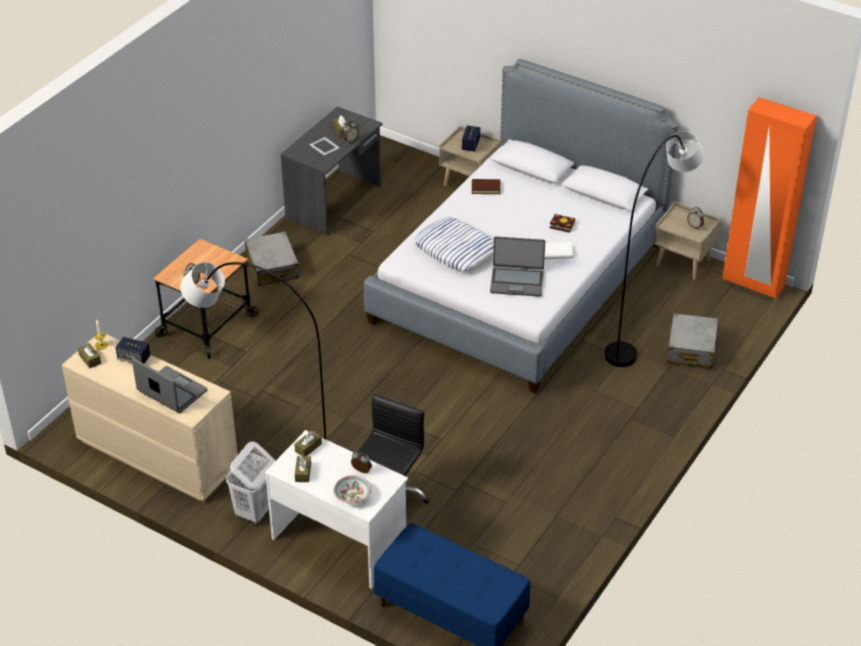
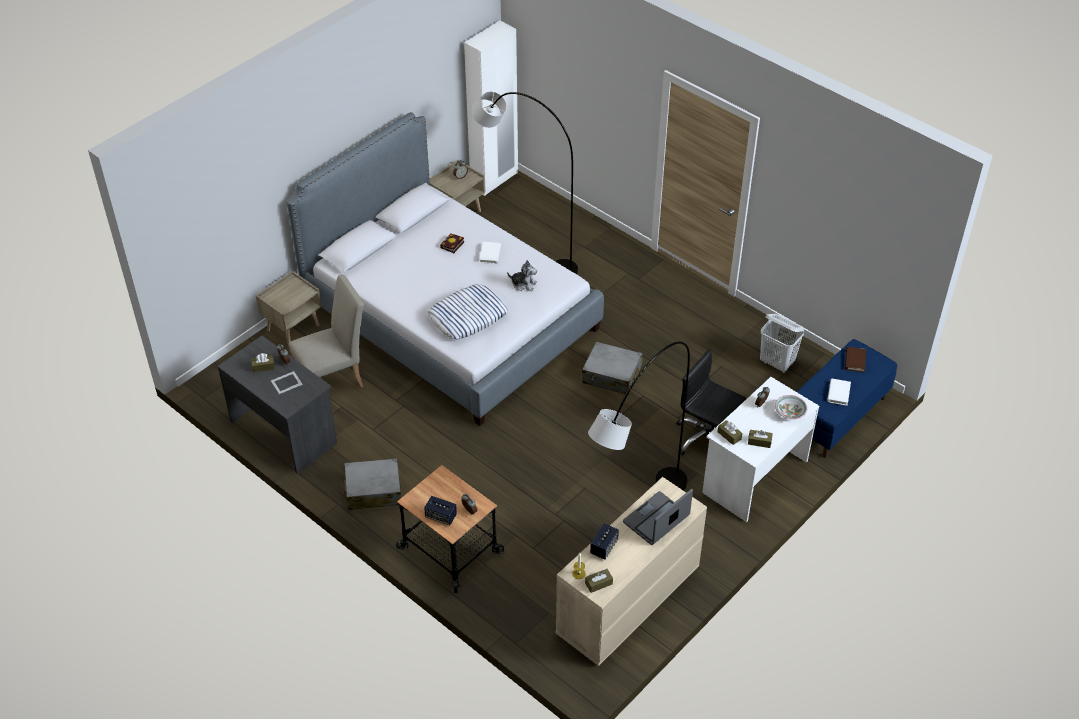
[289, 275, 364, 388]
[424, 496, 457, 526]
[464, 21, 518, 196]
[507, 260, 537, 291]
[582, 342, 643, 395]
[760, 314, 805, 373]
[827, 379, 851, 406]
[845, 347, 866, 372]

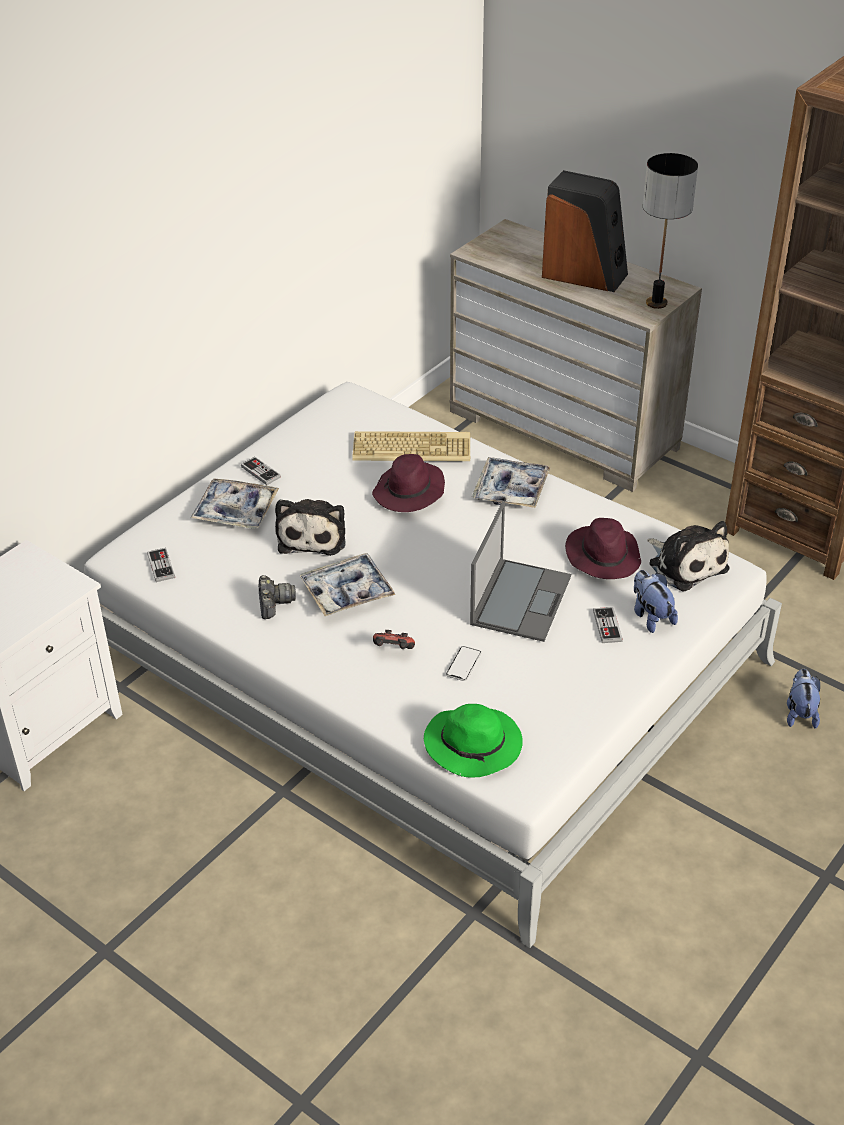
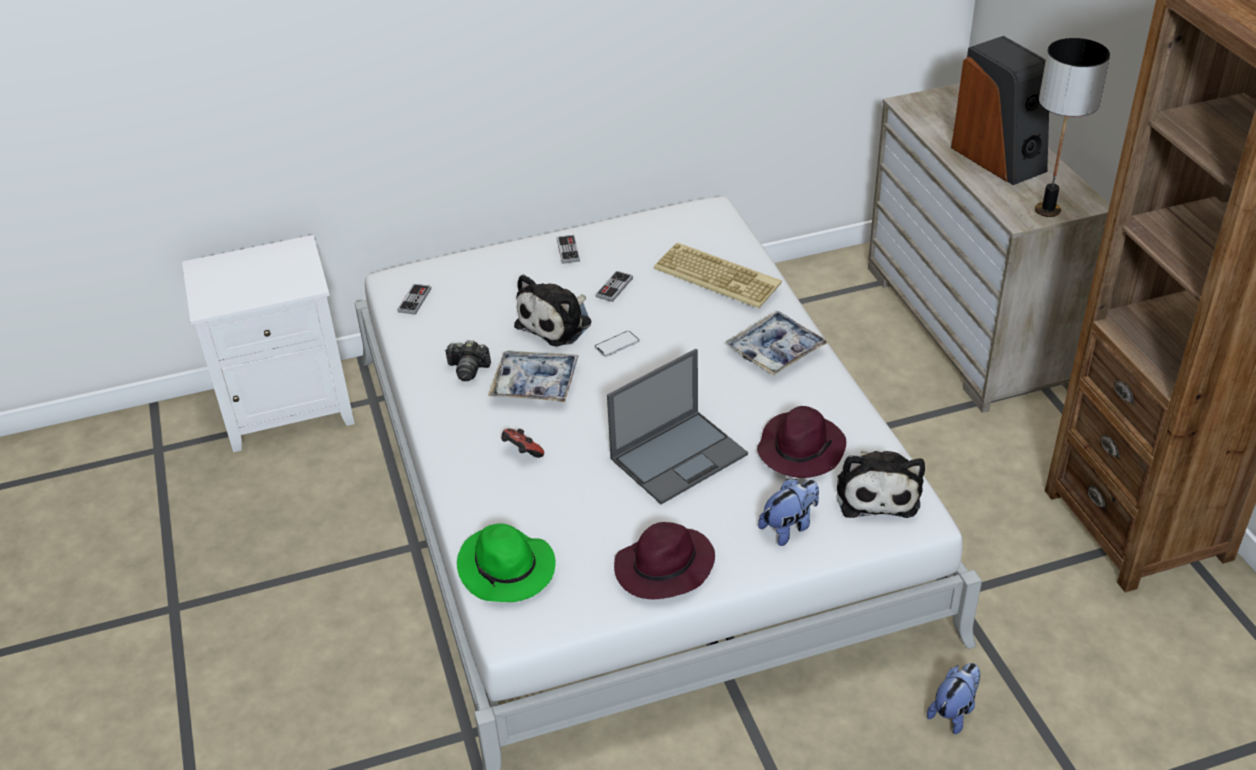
[445, 340, 491, 381]
[594, 331, 640, 357]
[596, 271, 633, 302]
[614, 522, 715, 600]
[758, 479, 819, 546]
[191, 478, 279, 529] (first image)

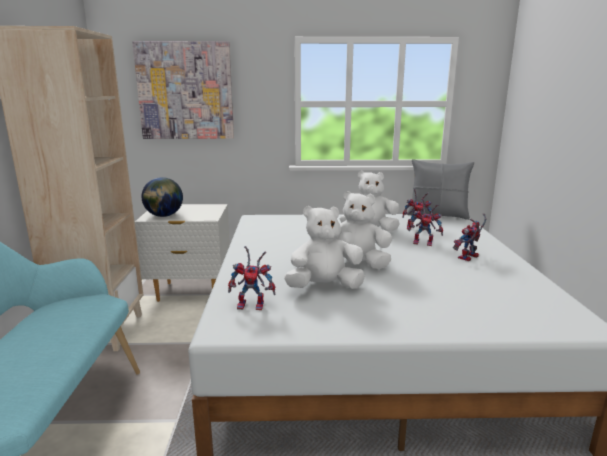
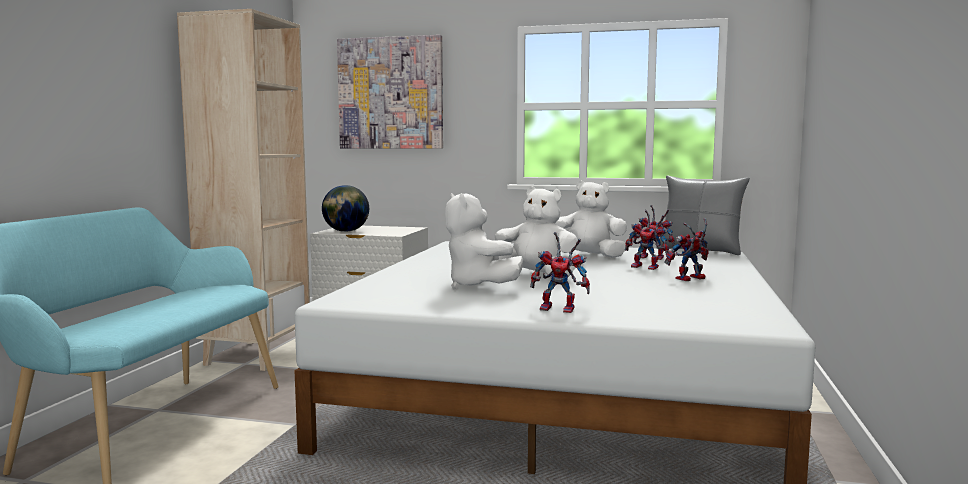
[445, 193, 523, 290]
[530, 232, 590, 313]

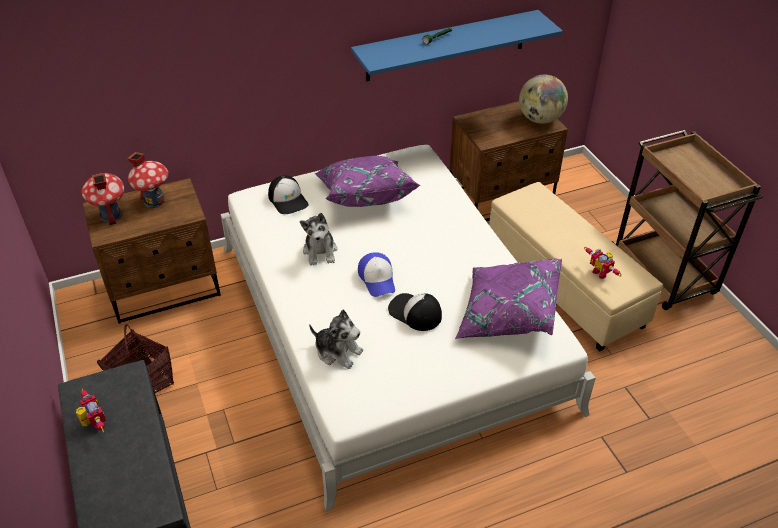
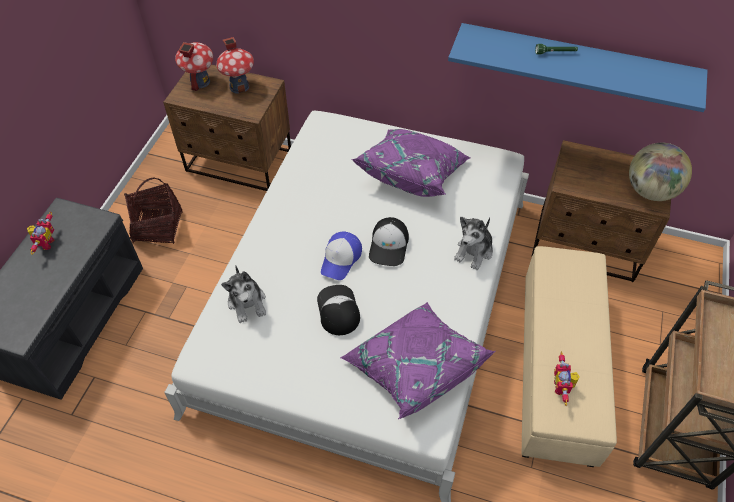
[369, 217, 409, 266]
[454, 217, 493, 270]

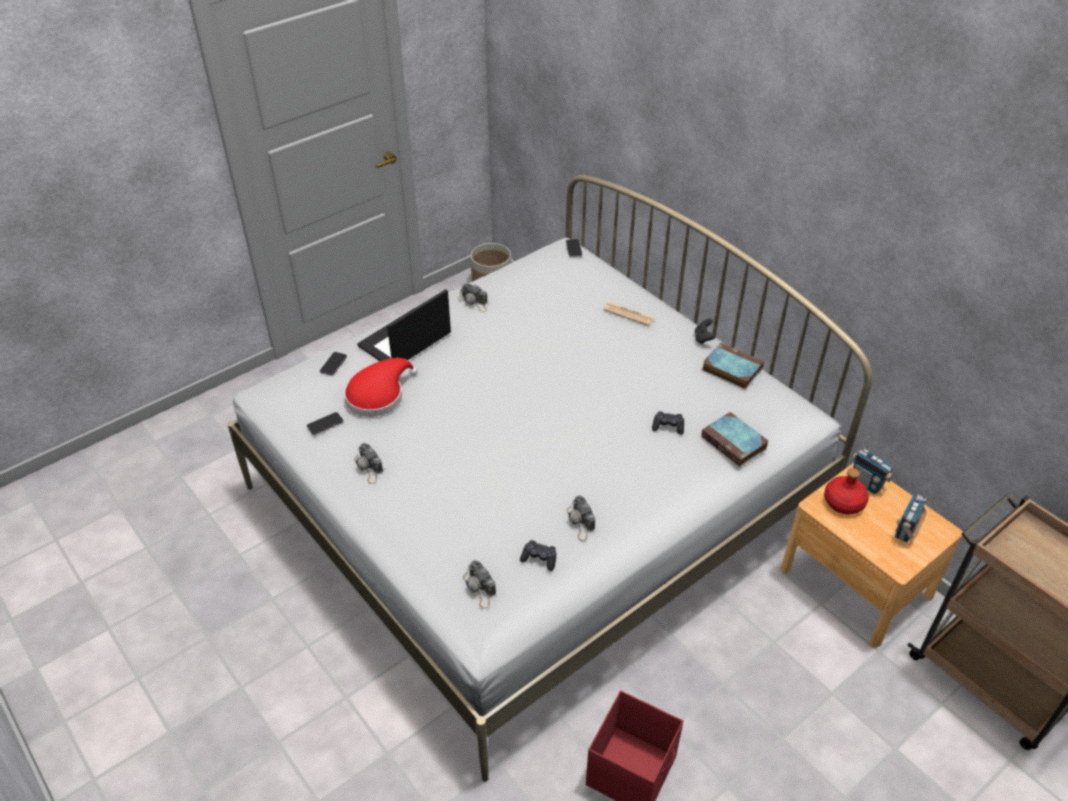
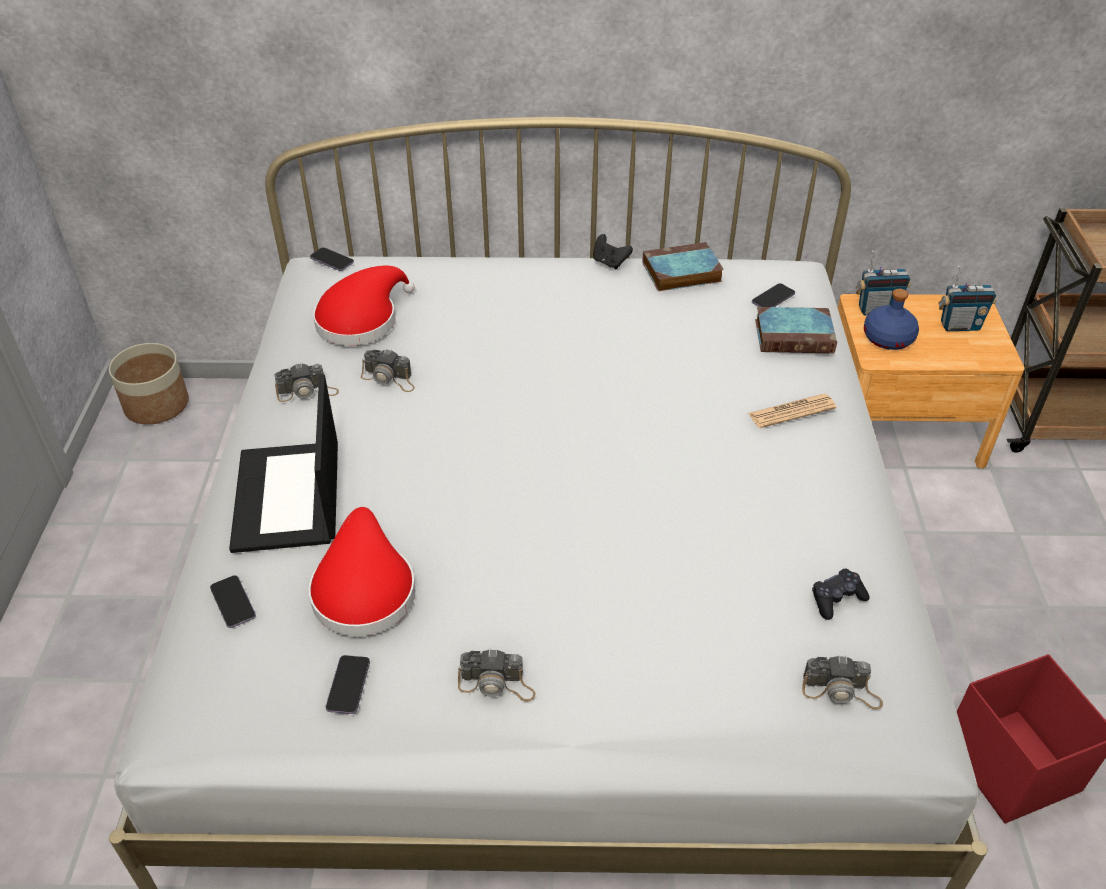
[313, 265, 415, 346]
[361, 350, 415, 392]
[748, 394, 836, 428]
[752, 283, 795, 307]
[864, 289, 919, 350]
[938, 266, 996, 331]
[652, 411, 684, 435] (first image)

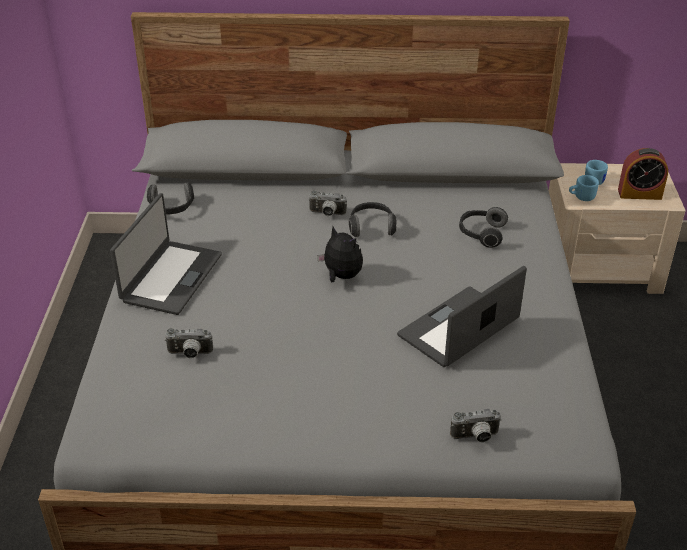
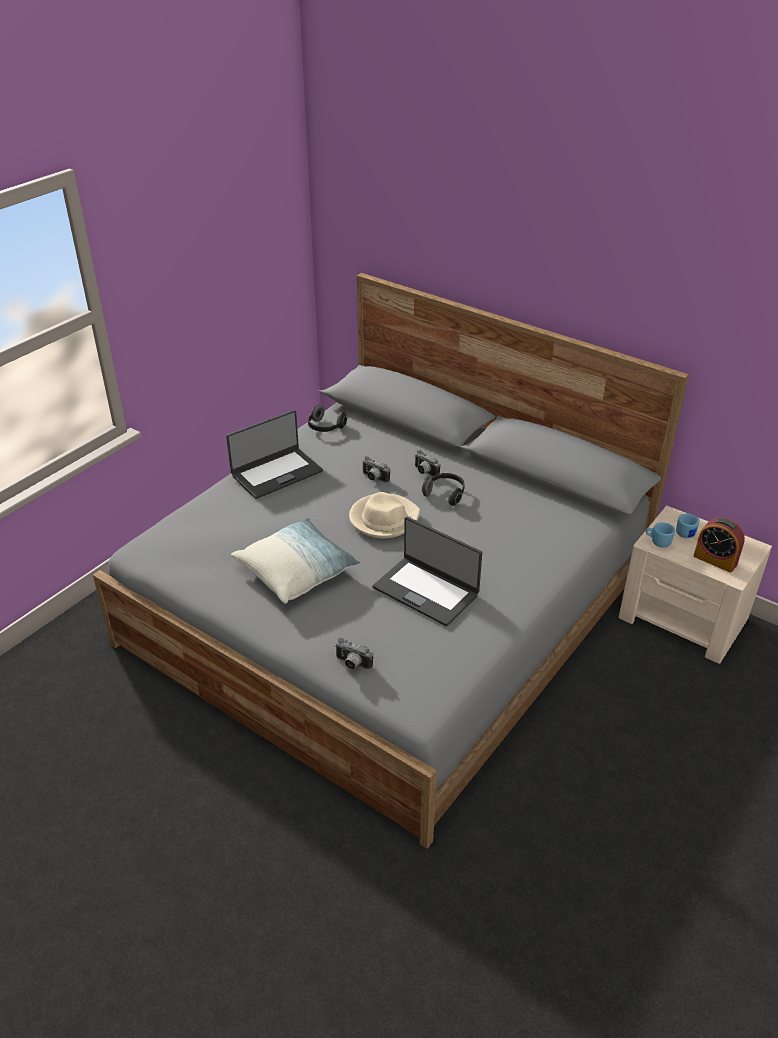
[231, 518, 360, 604]
[349, 492, 420, 538]
[362, 456, 390, 483]
[373, 517, 482, 626]
[459, 207, 508, 248] (first image)

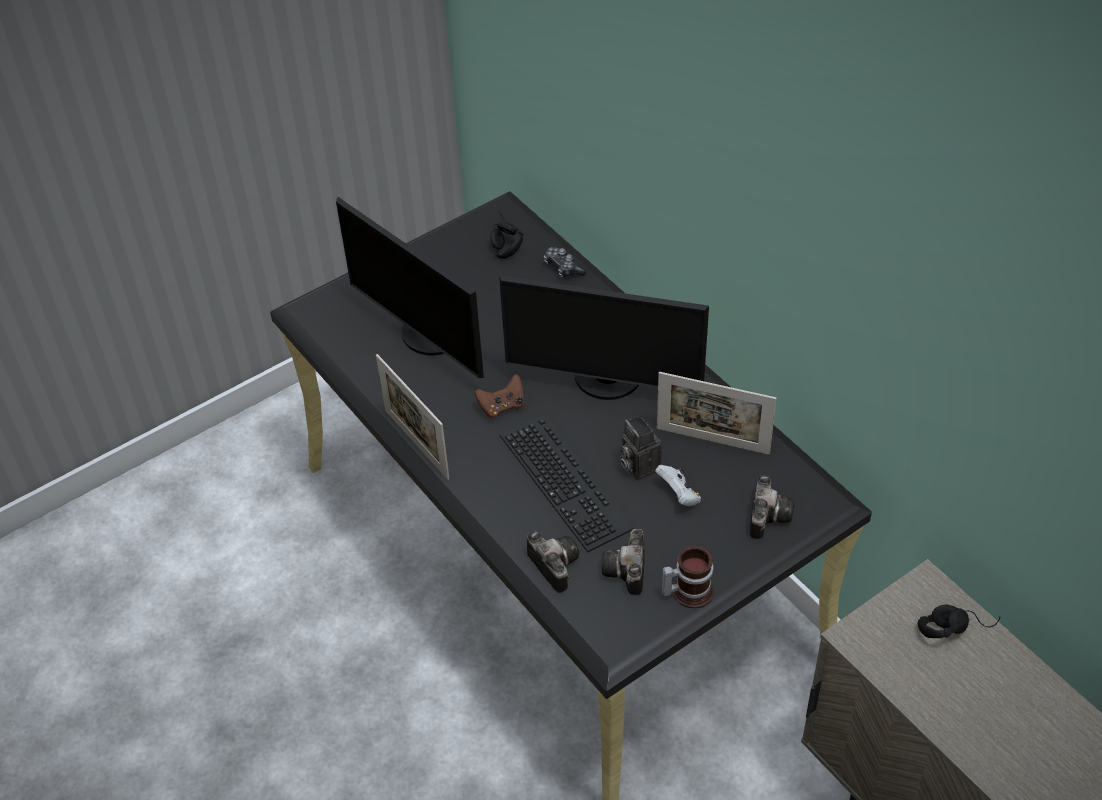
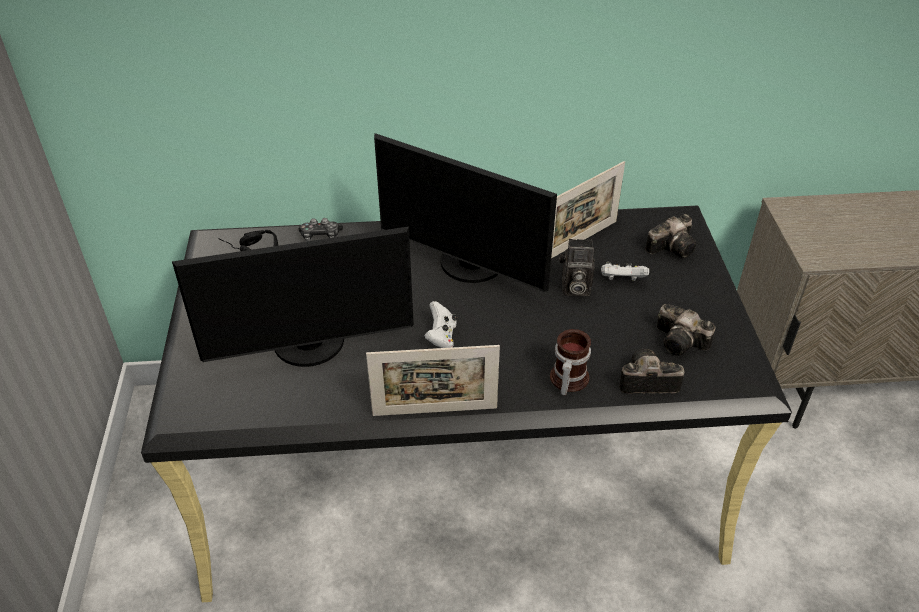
[374, 133, 557, 292]
[424, 301, 457, 348]
[550, 329, 591, 395]
[645, 214, 696, 258]
[500, 414, 634, 552] (first image)
[917, 605, 1001, 638] (first image)

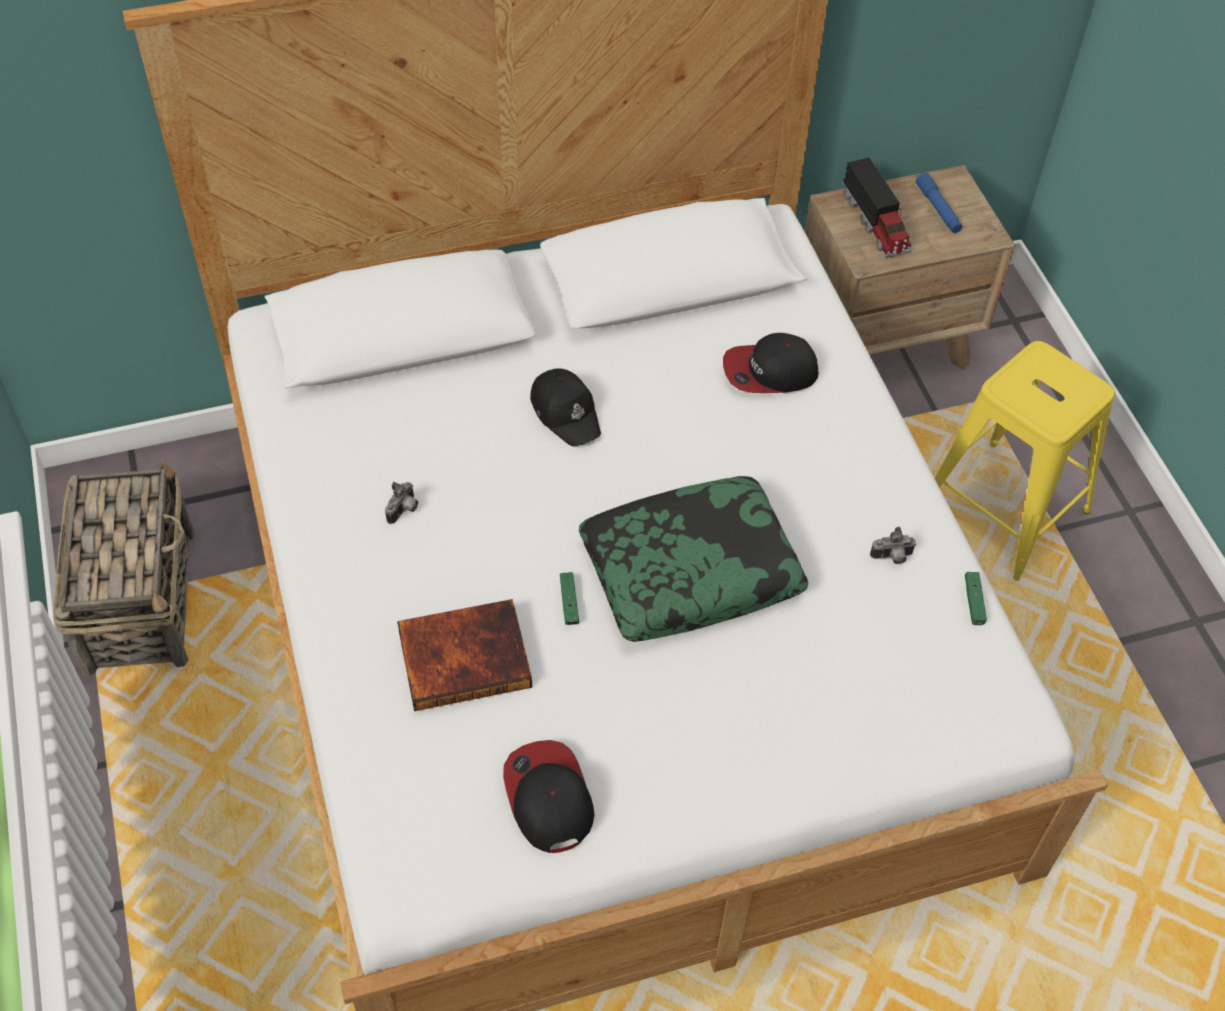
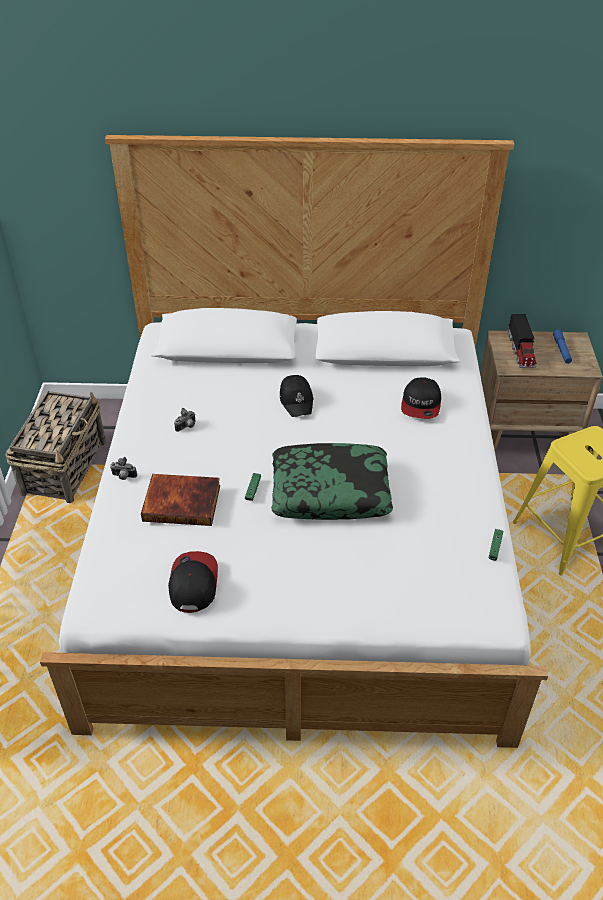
[110, 457, 137, 480]
[401, 377, 441, 419]

